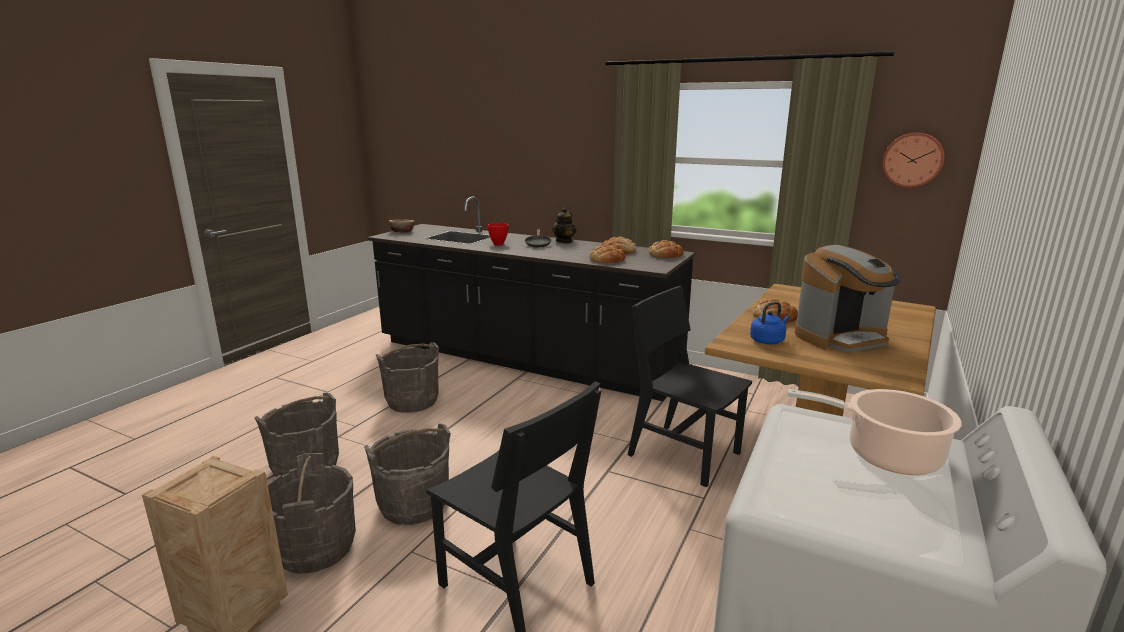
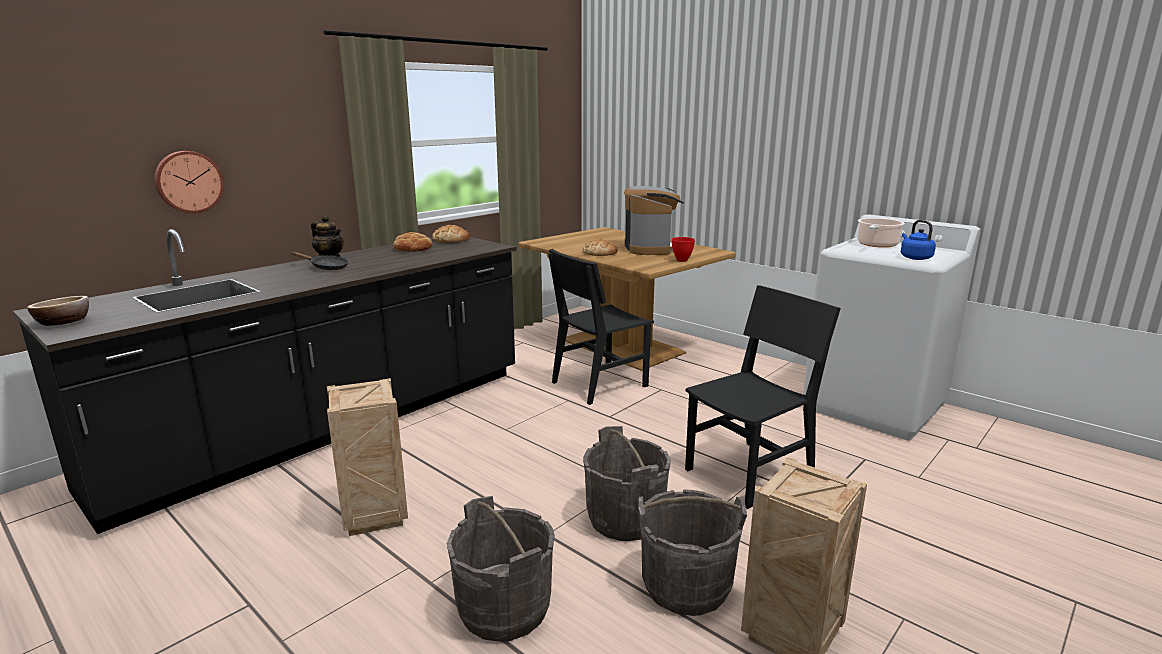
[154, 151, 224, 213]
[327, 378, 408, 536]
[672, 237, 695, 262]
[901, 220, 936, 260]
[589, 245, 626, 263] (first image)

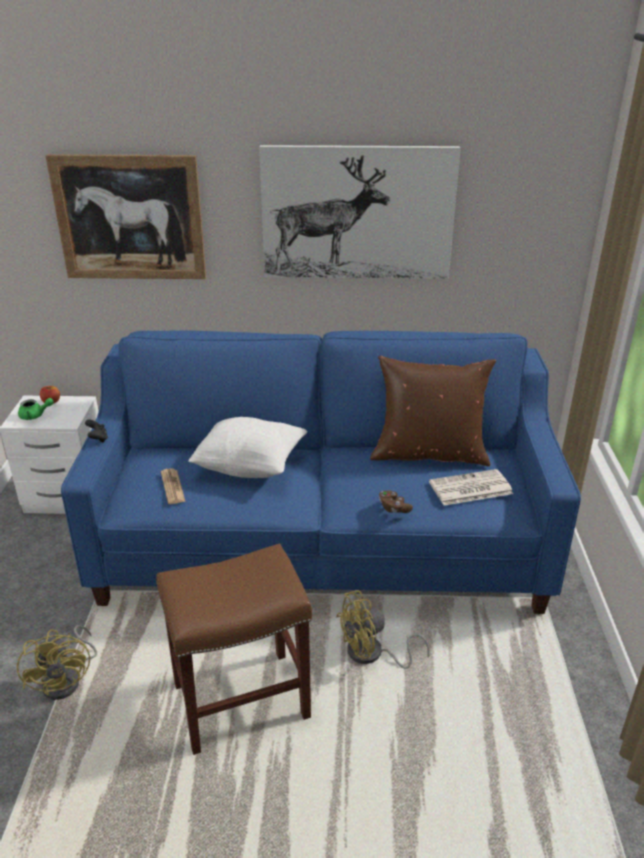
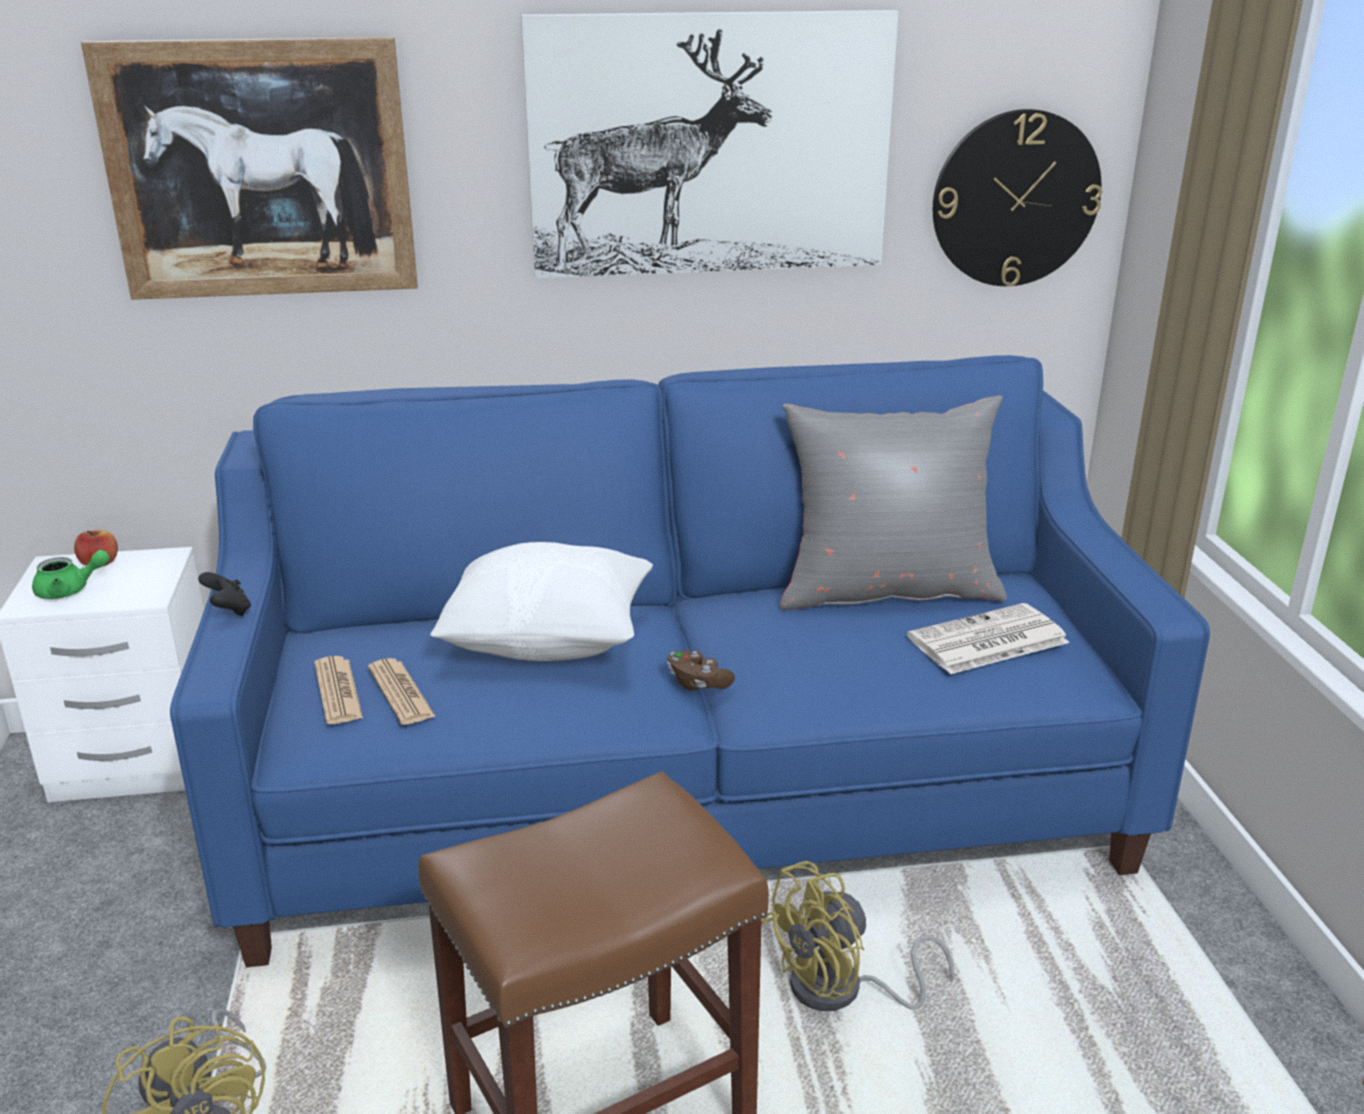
[314, 656, 363, 724]
[667, 650, 735, 691]
[780, 395, 1007, 610]
[933, 109, 1102, 286]

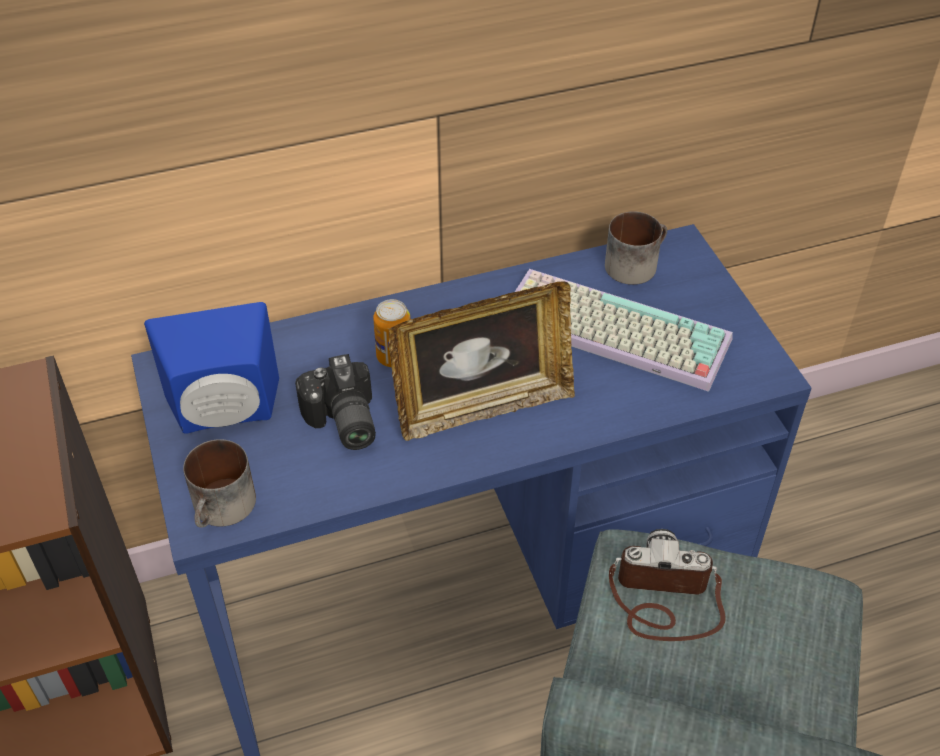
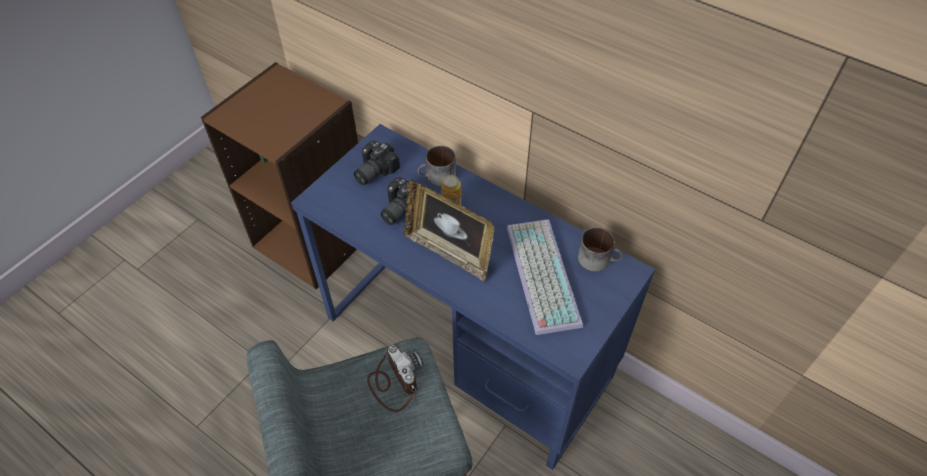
[354, 141, 400, 185]
[417, 146, 456, 186]

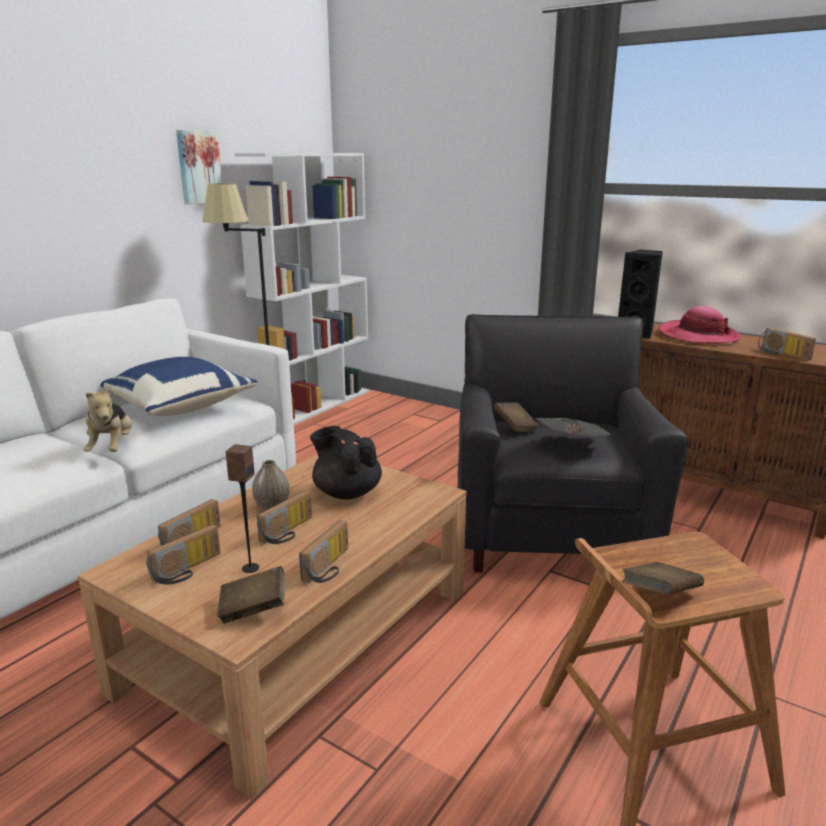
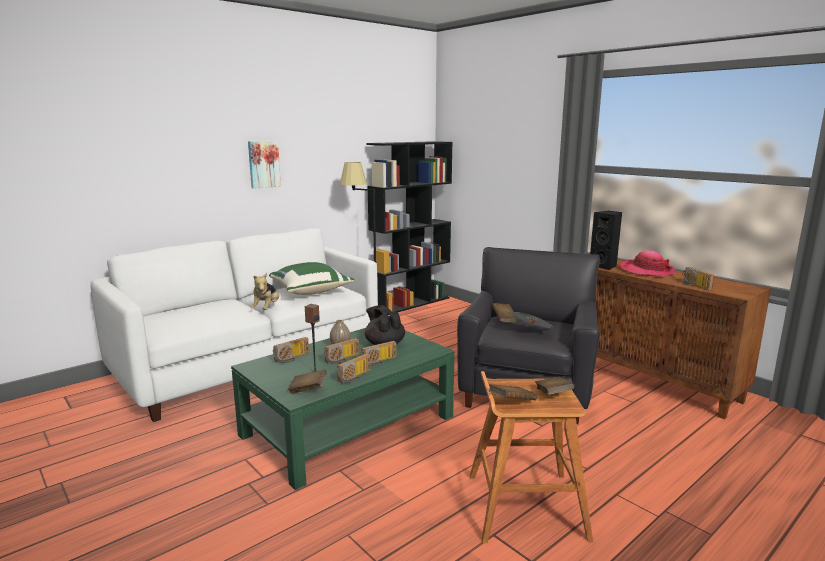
[231, 328, 455, 490]
[248, 141, 281, 189]
[269, 262, 355, 295]
[361, 341, 396, 366]
[367, 141, 453, 315]
[535, 377, 575, 395]

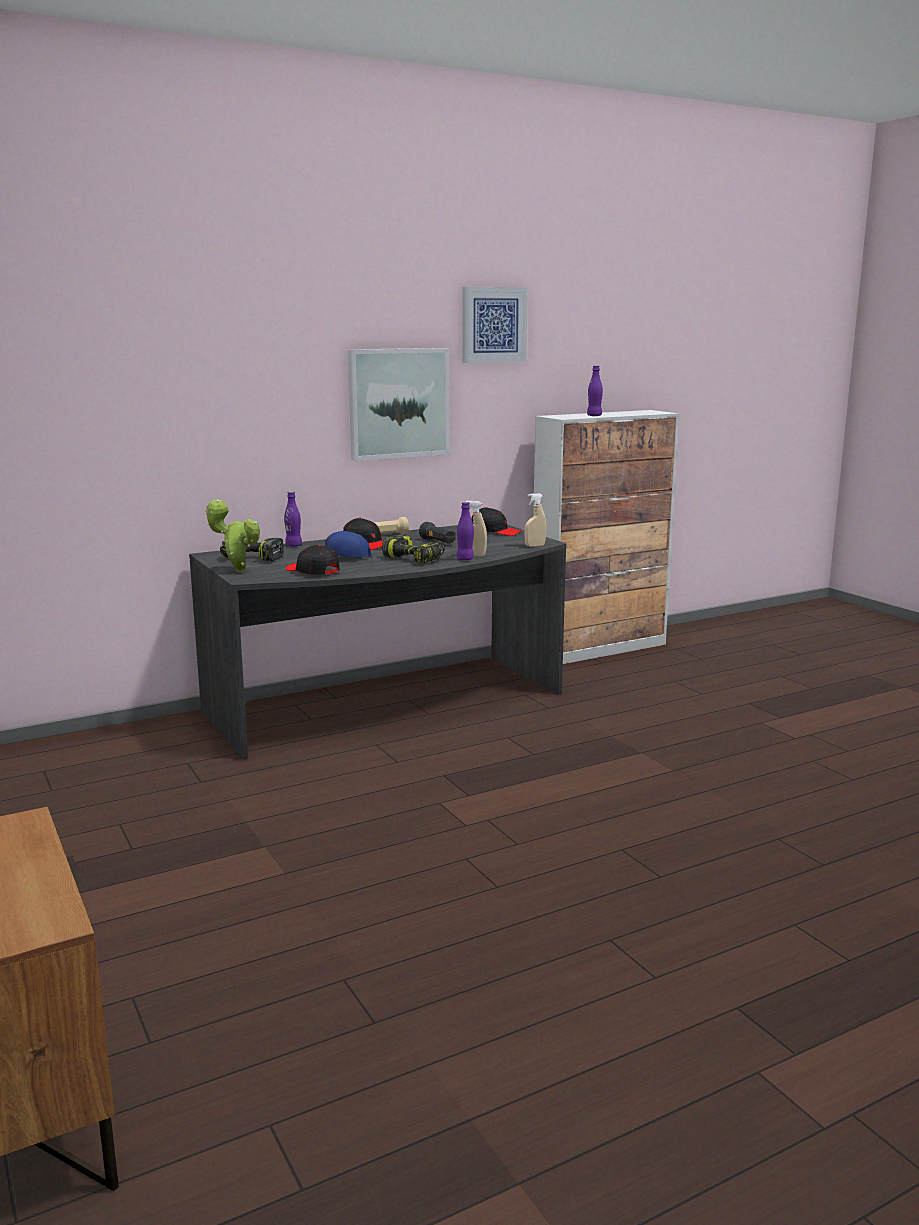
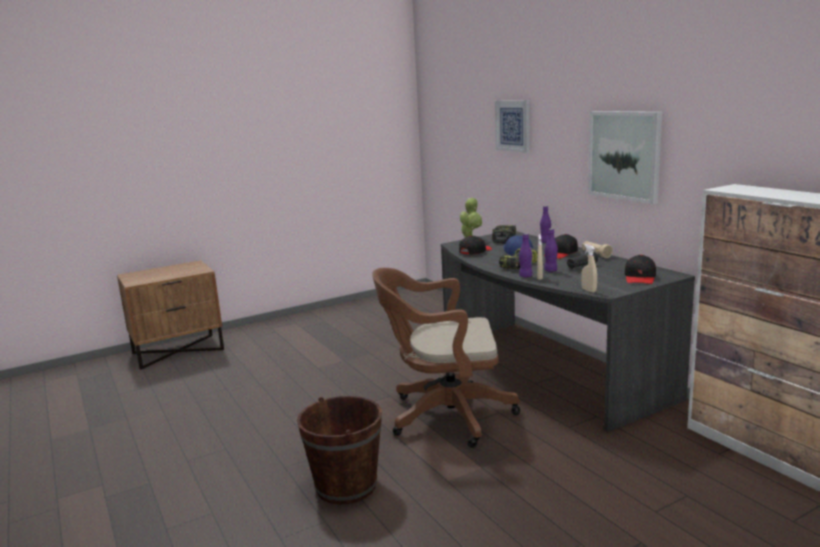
[297, 396, 382, 504]
[372, 268, 521, 448]
[495, 100, 530, 153]
[544, 229, 558, 272]

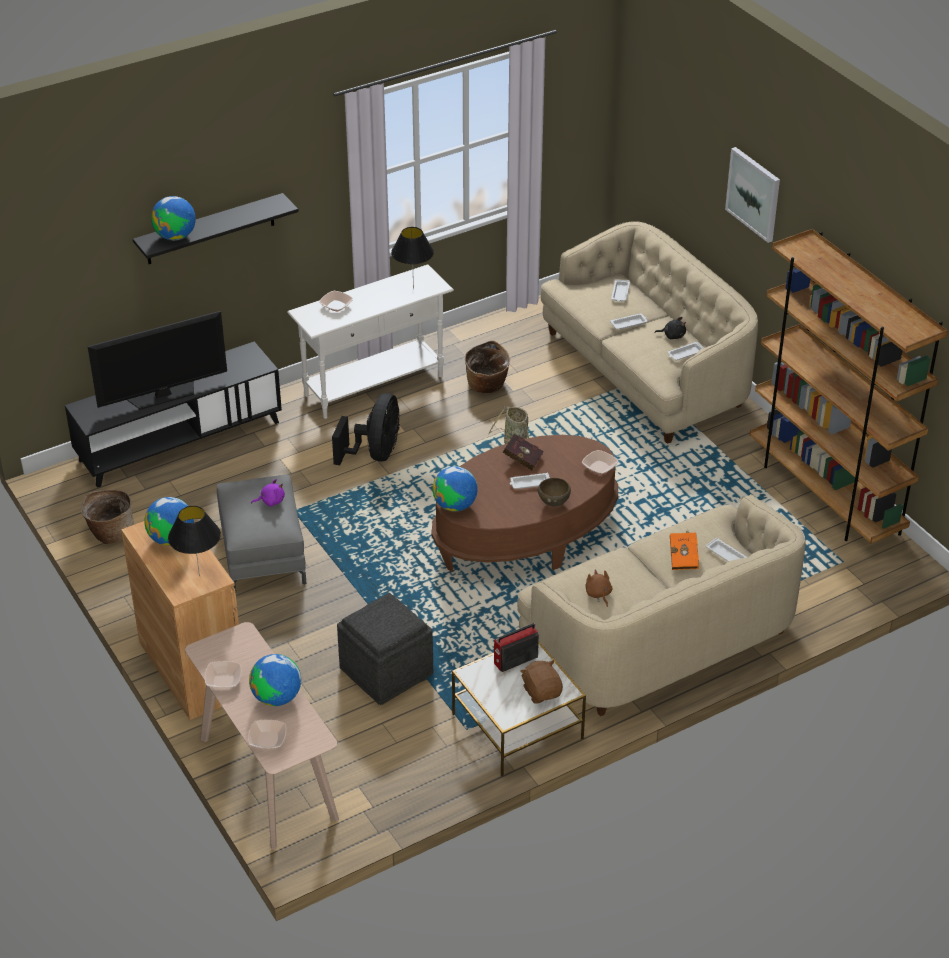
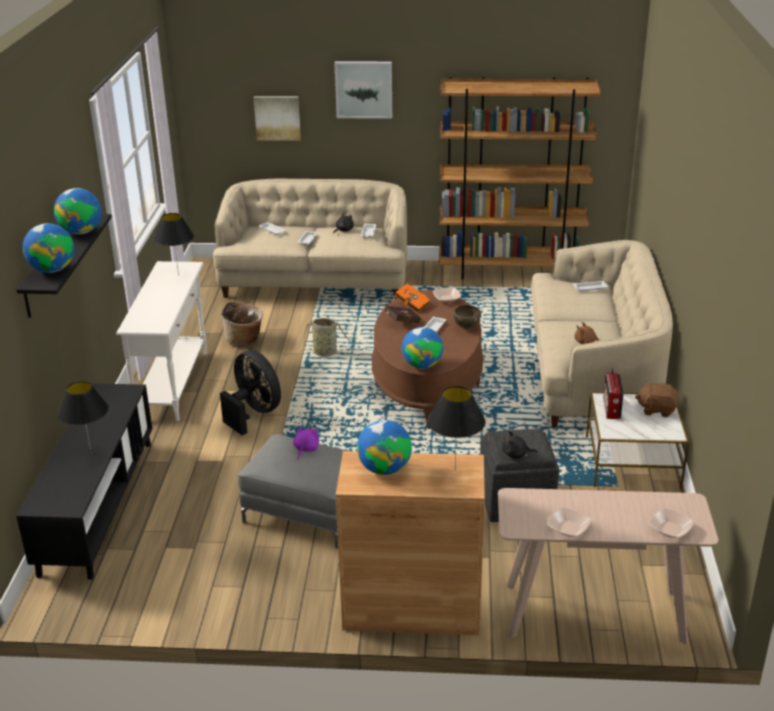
[54, 188, 102, 234]
[58, 381, 109, 451]
[254, 96, 301, 141]
[394, 283, 430, 313]
[502, 431, 538, 458]
[81, 490, 134, 544] (first image)
[319, 291, 353, 311] (first image)

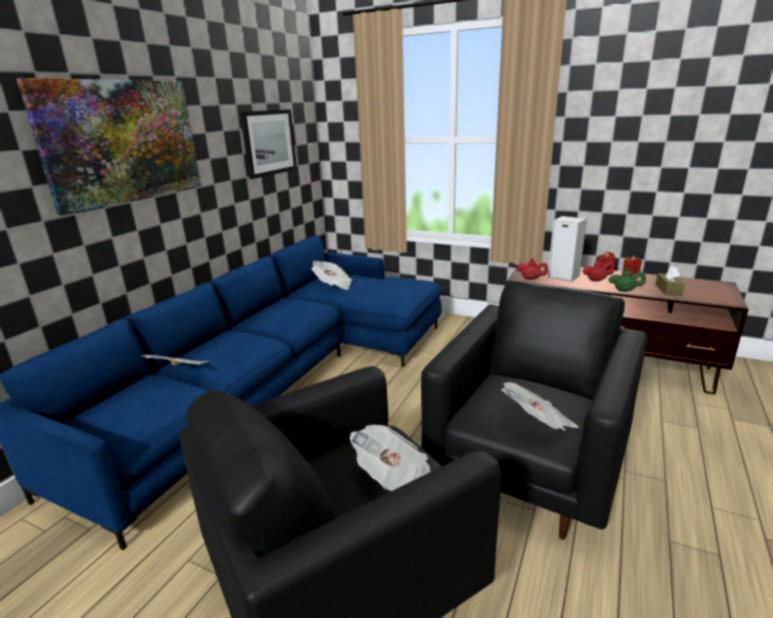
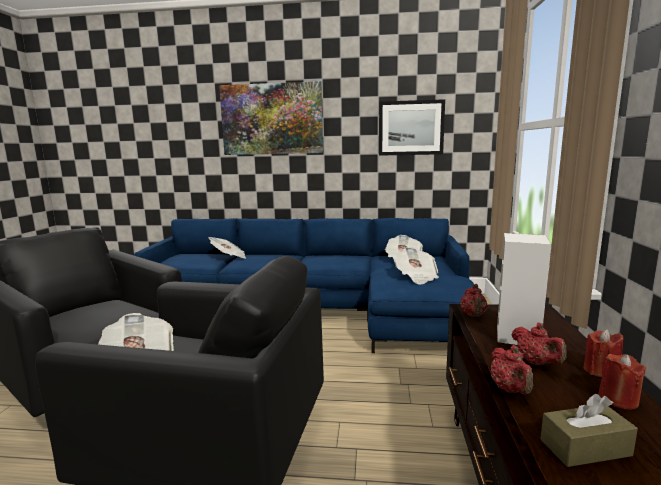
[396, 247, 439, 285]
[491, 345, 533, 395]

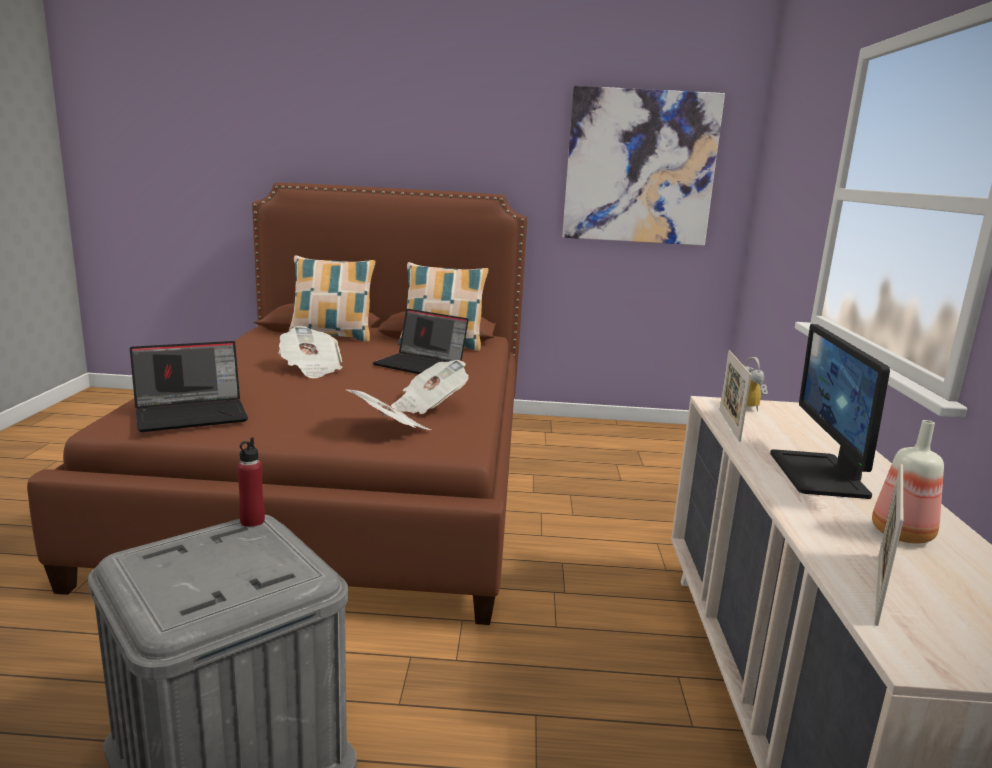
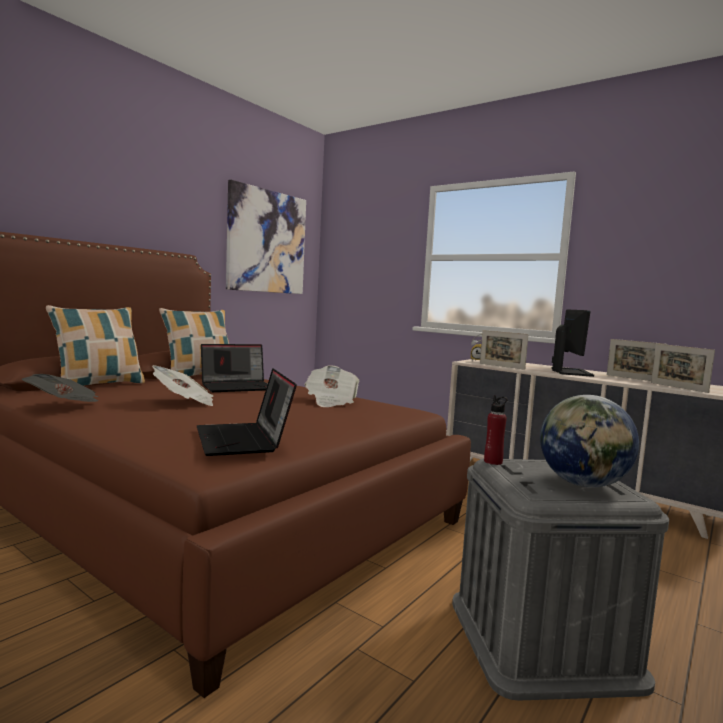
[22, 374, 99, 402]
[197, 368, 297, 456]
[540, 395, 639, 488]
[551, 309, 594, 377]
[607, 339, 668, 381]

